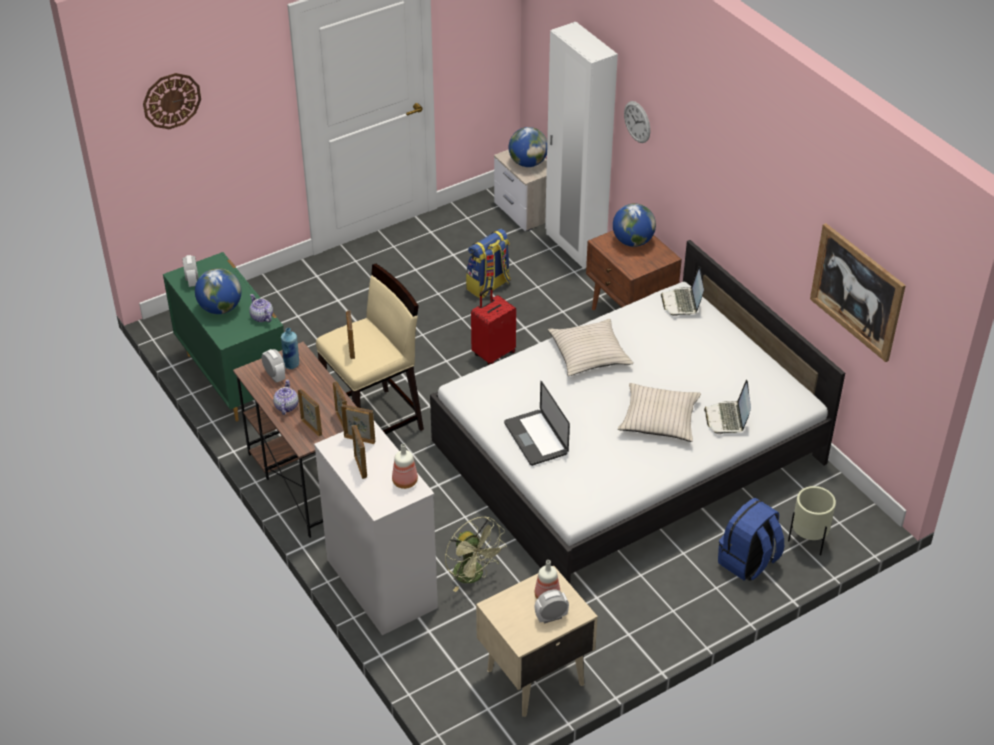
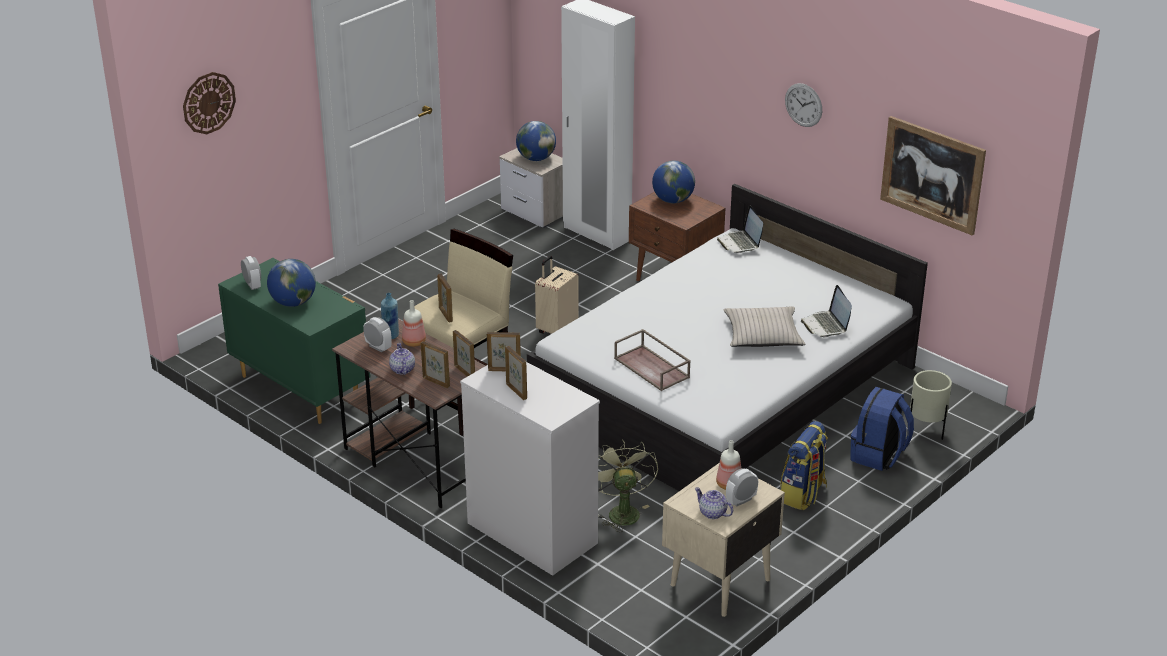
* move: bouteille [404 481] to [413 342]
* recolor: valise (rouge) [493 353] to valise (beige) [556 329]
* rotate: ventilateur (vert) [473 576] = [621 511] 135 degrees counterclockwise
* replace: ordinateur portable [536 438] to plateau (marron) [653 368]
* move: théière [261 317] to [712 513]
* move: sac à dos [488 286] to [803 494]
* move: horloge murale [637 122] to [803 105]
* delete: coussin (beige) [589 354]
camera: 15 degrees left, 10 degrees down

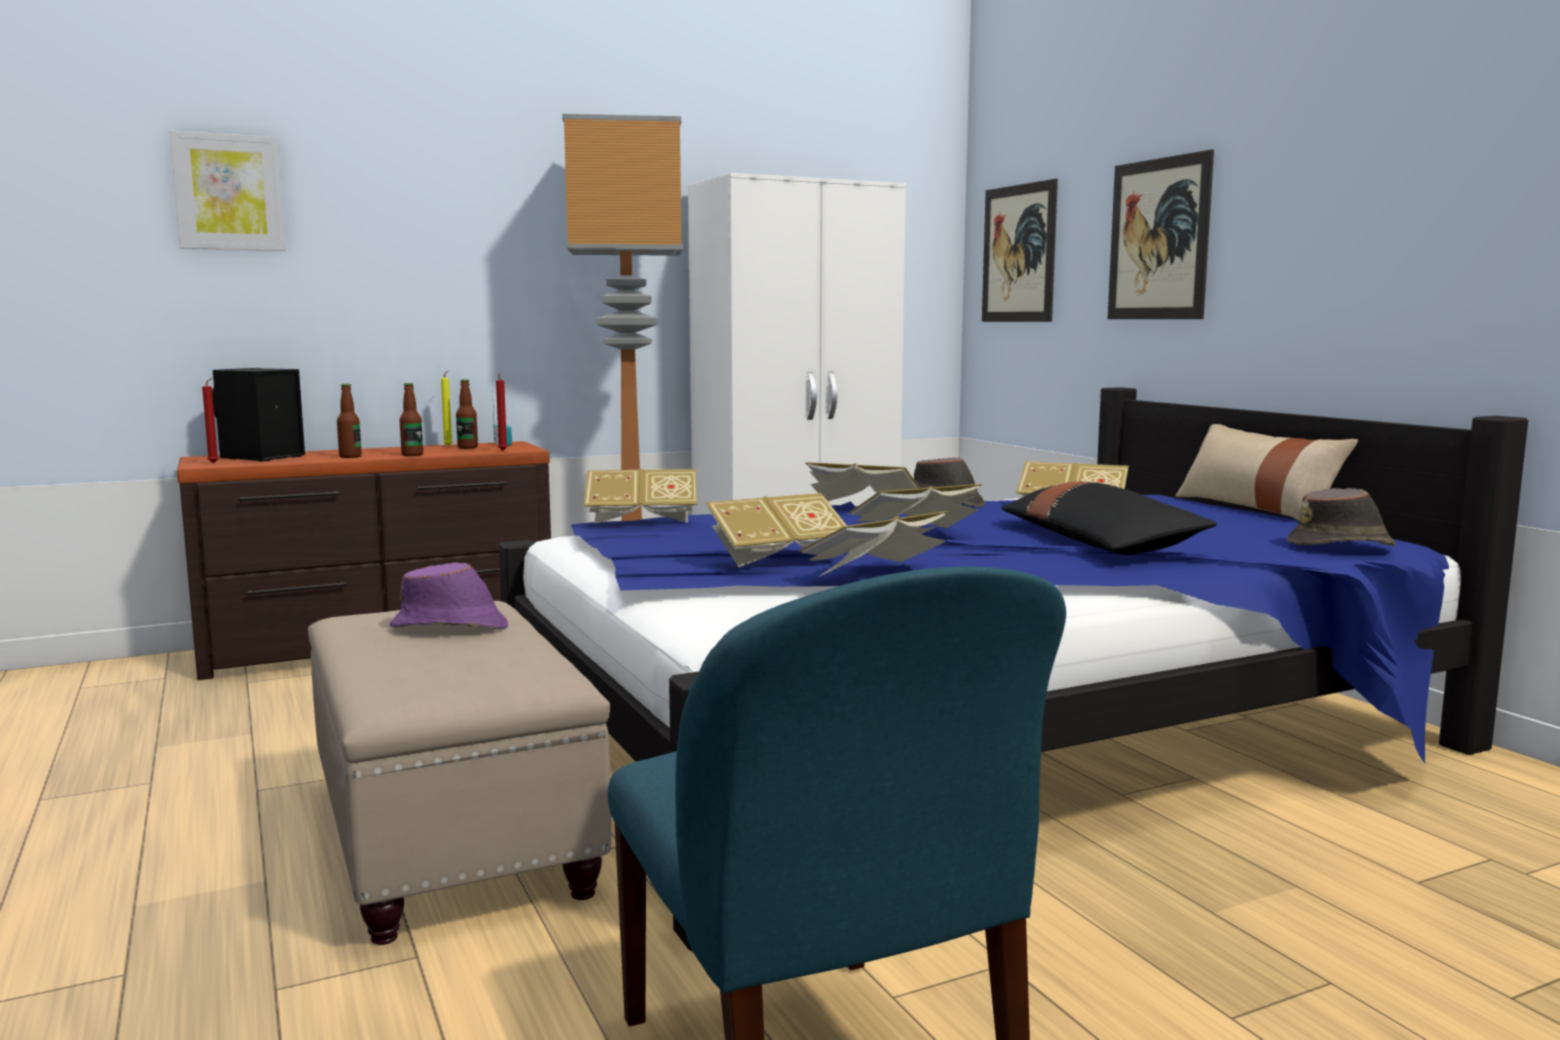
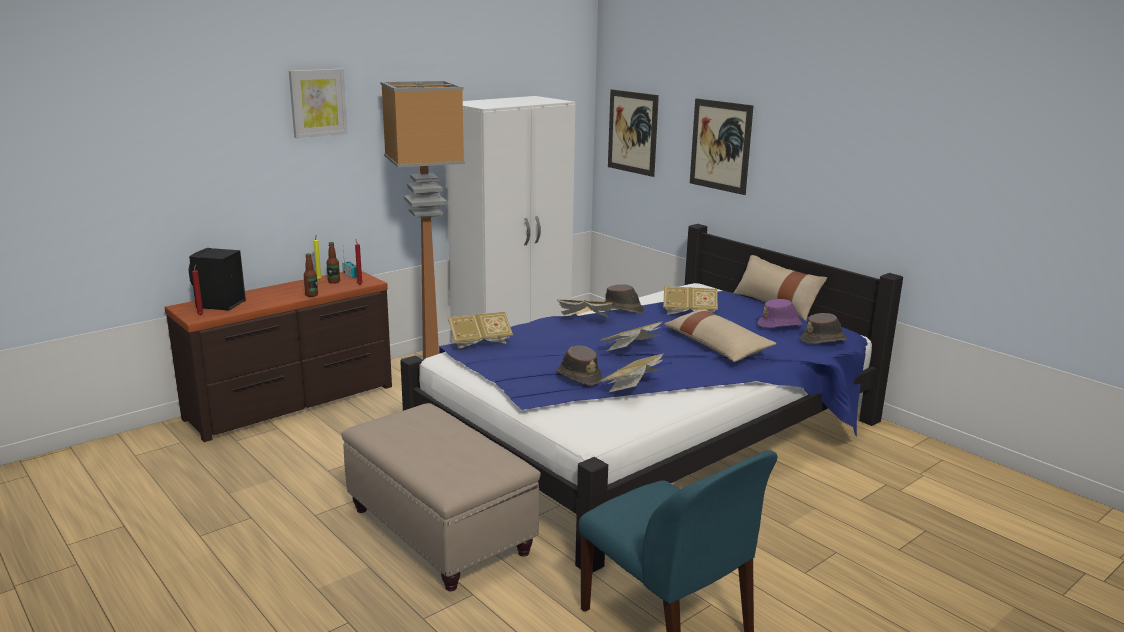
* move: tableau [229 192] to [317 102]
* replace: livre [777 557] to chapeau (marron) [579 376]
* recolor: coussin (noir) [1099 543] to coussin (beige) [717 346]
* move: chapeau (violet) [450 627] to [780 325]
* delete: bouteille [350 457]
camera: 15 degrees left, 10 degrees up

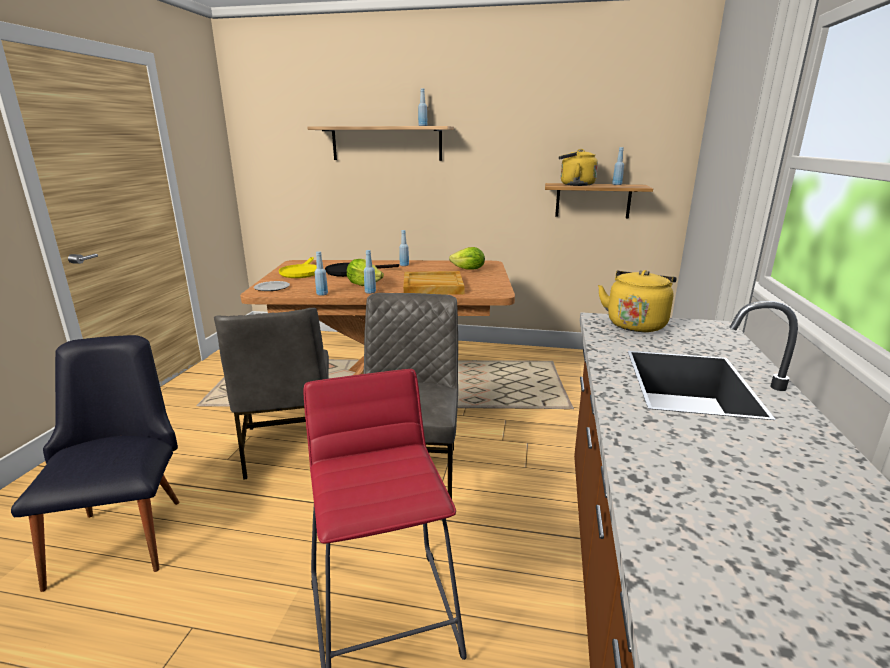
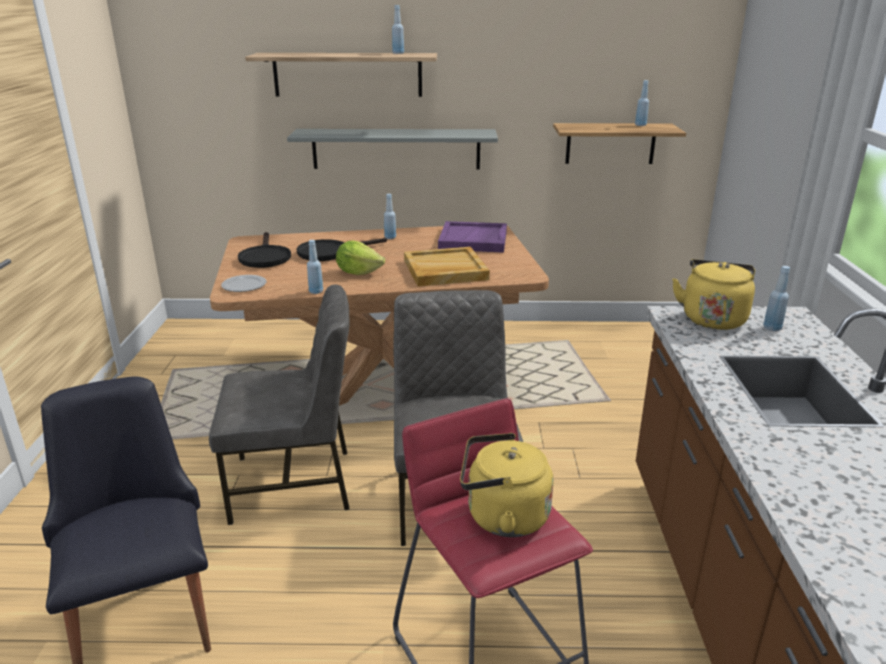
* rotate: chaise (gris) [288 447] = [294 484] 75 degrees counterclockwise
* recolor: poêle (jaune) [301 272] to poêle (noir) [265 257]
* insert: étagère (gris) [396 149]
* replace: laitue [468 269] to plateau (violet) [474 240]
* move: bouilloire (jaune) [574 185] to [502 516]
* move: bouteille (bleu) [370 292] to [772 328]
camera: 10 degrees left, 5 degrees up

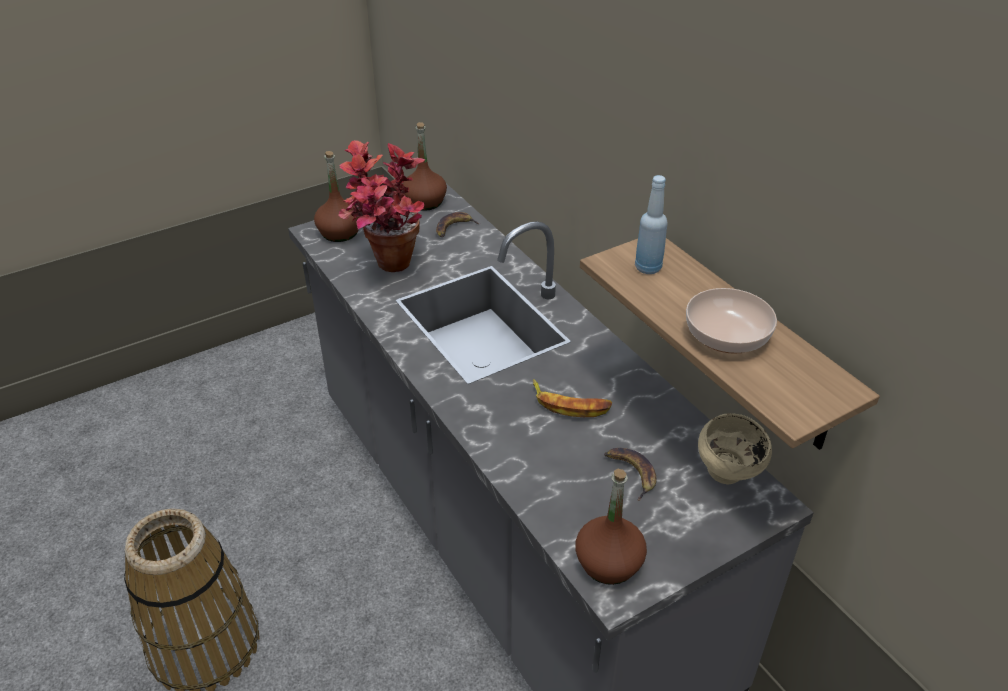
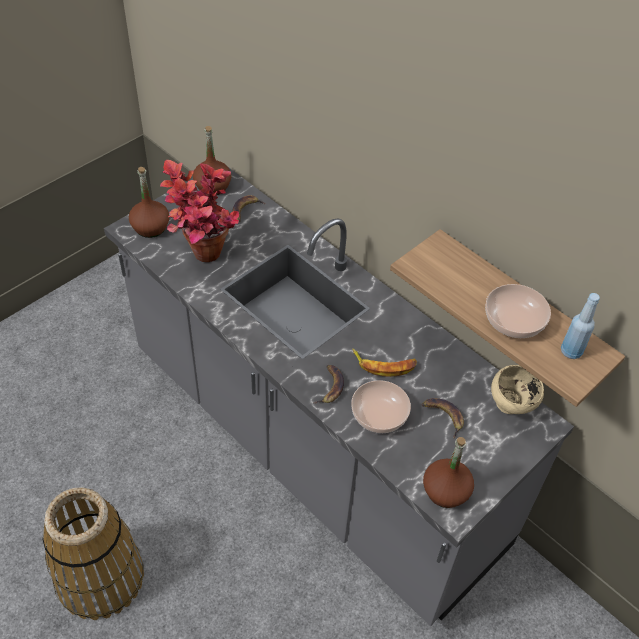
* insert: banane [330 386]
* insert: bol [378 414]
* move: bouteille (bleu) [648 268] to [571 351]
camera: 15 degrees left, 10 degrees up

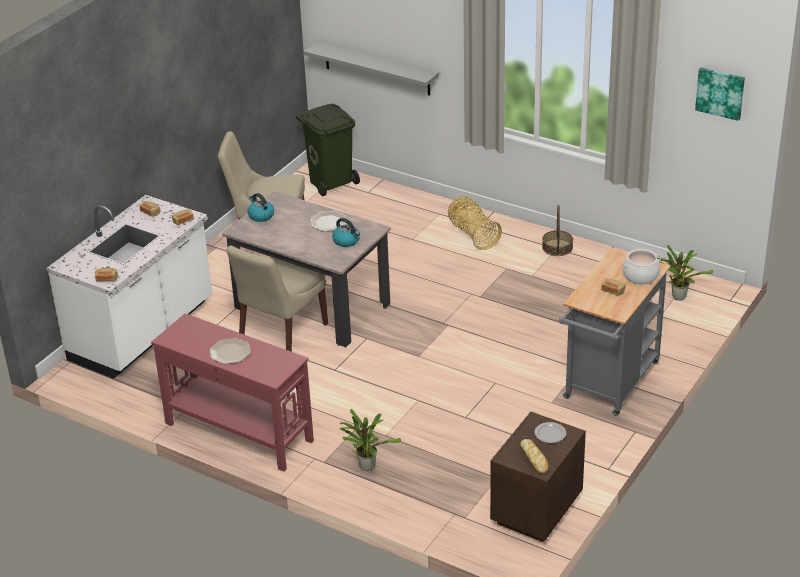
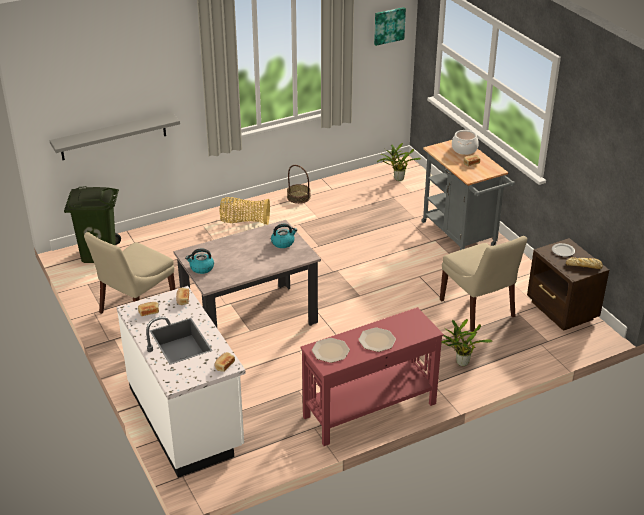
* move: assiette [328 222] to [330 351]
* move: chaise (beige) [281 334] to [478 310]
camera: 60 degrees left, 0 degrees up

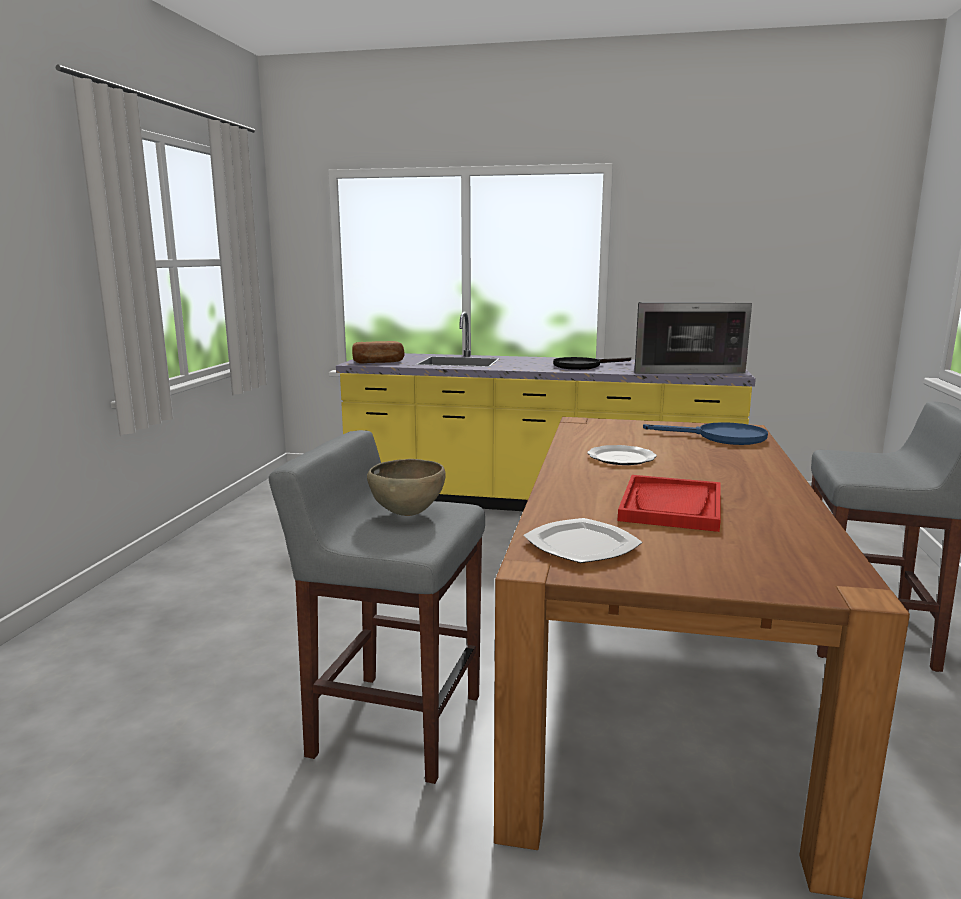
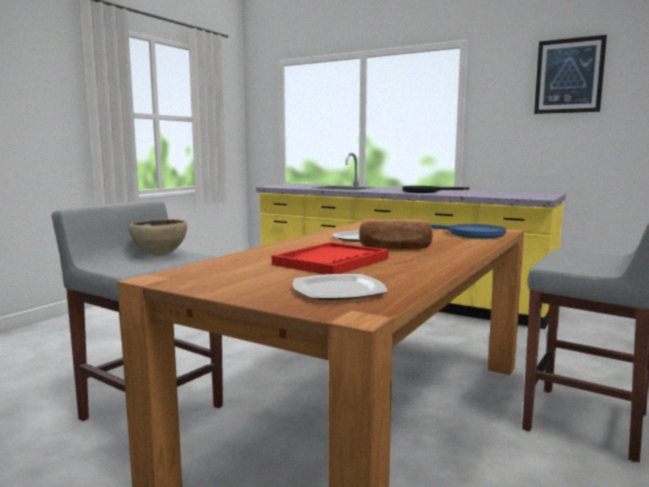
* move: assiette [581 544] to [339 290]
* move: pain [378 362] to [395 247]
* insert: tableau [569 76]
* delete: micro-ondes [682 369]
camera: 20 degrees right, 5 degrees down

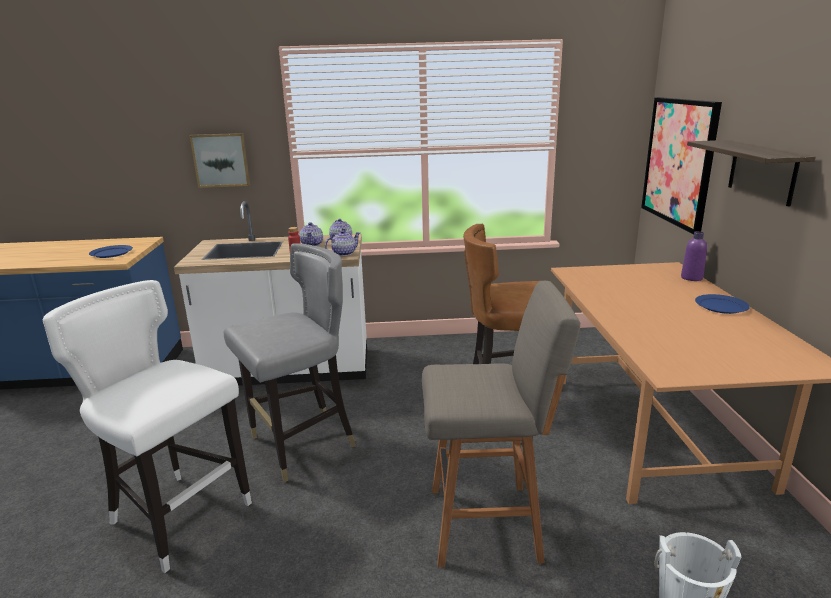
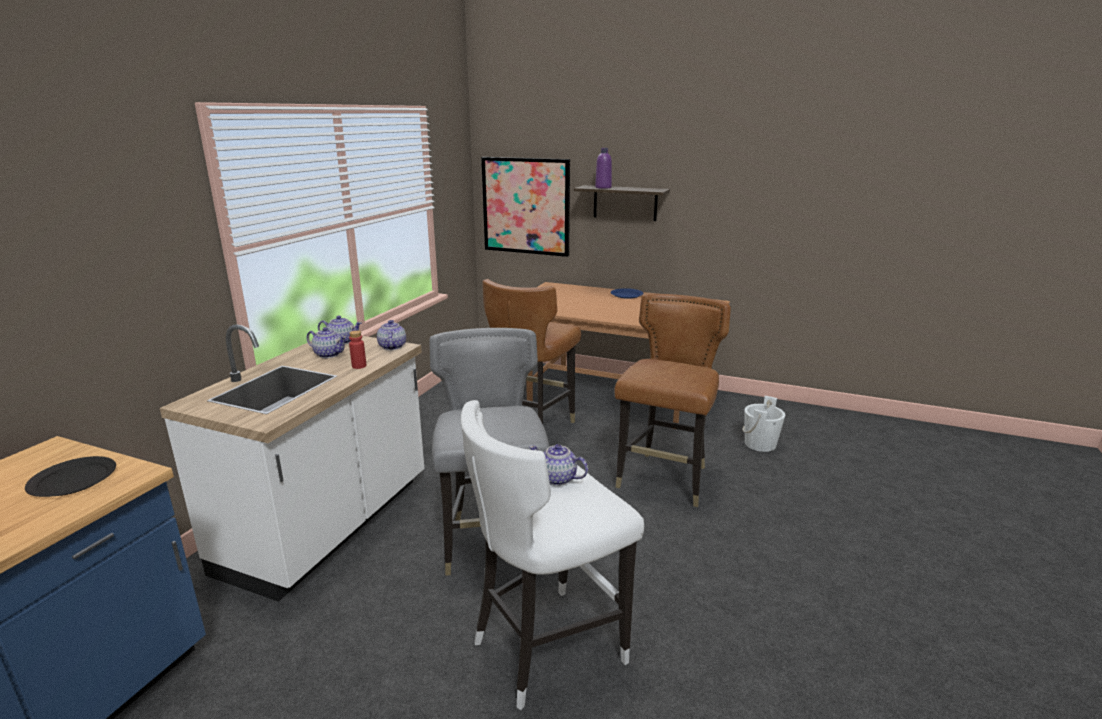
* recolor: assiette (bleu) [112 253] to assiette (noir) [73 479]
* insert: théière [557 478]
* move: bouteille (violet) [691 278] to [603 187]
* replace: tabouret (gris) [489 523] to chaise (marron) [665 480]
* delete: tableau [221 160]
camera: 65 degrees left, 0 degrees up

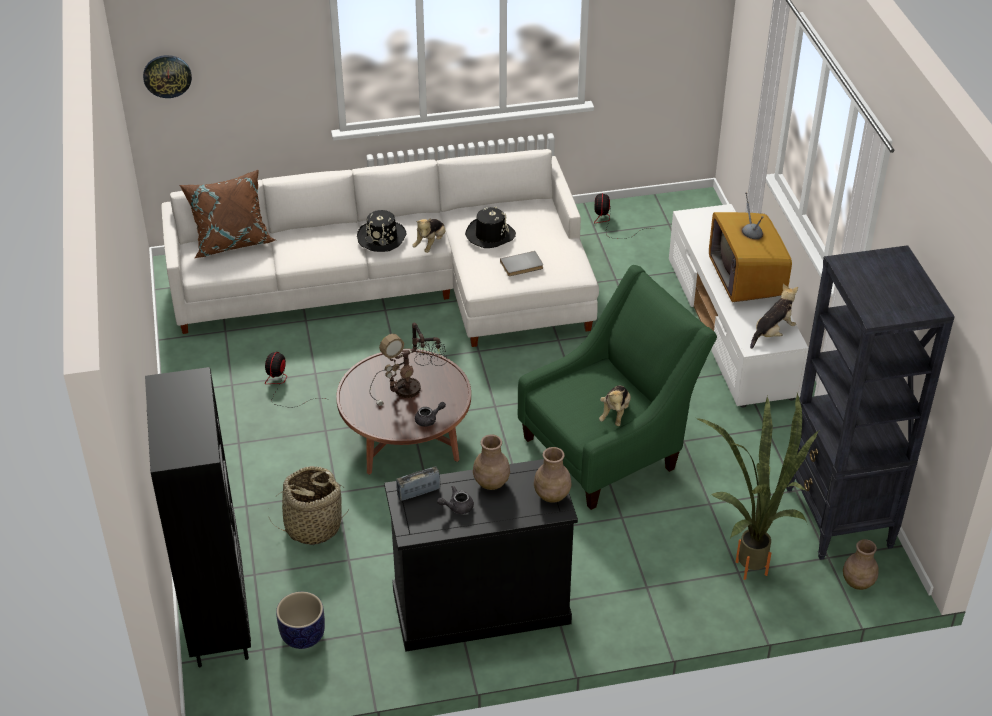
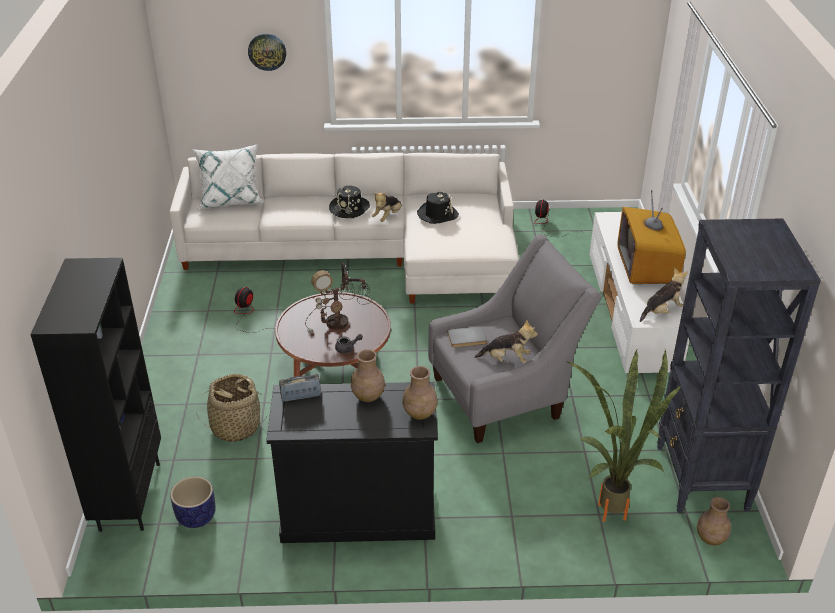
* recolor: coussin (marron) [231 240] to coussin (blanc) [231 199]
* move: horloge murale [167 75] to [267 51]
* recolor: fauteuil (vert) [609 449] to fauteuil (gris) [505 395]
* move: livre (gris) [522 266] to [467 339]
* rotate: peluche [615 413] = [506 359] 105 degrees counterclockwise
* delete: théière (gris) [457 507]
camera: 10 degrees right, 5 degrees down

